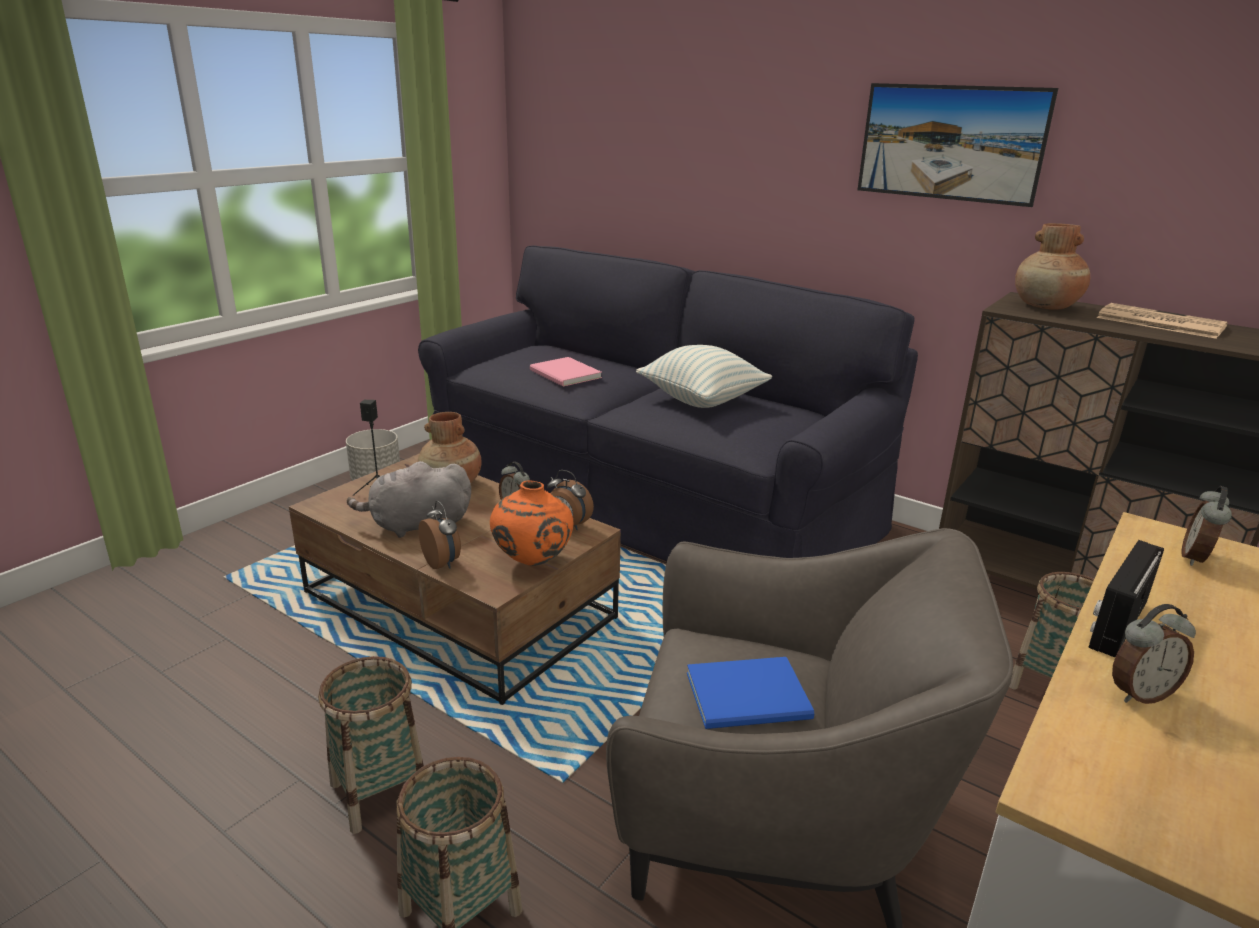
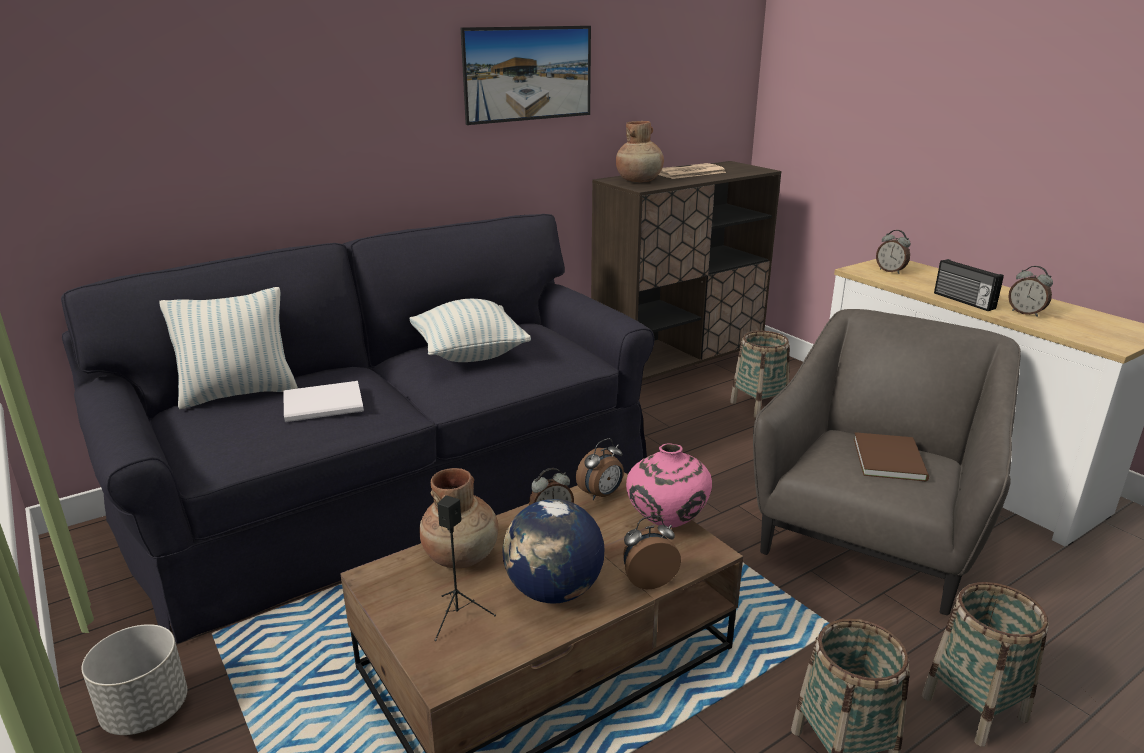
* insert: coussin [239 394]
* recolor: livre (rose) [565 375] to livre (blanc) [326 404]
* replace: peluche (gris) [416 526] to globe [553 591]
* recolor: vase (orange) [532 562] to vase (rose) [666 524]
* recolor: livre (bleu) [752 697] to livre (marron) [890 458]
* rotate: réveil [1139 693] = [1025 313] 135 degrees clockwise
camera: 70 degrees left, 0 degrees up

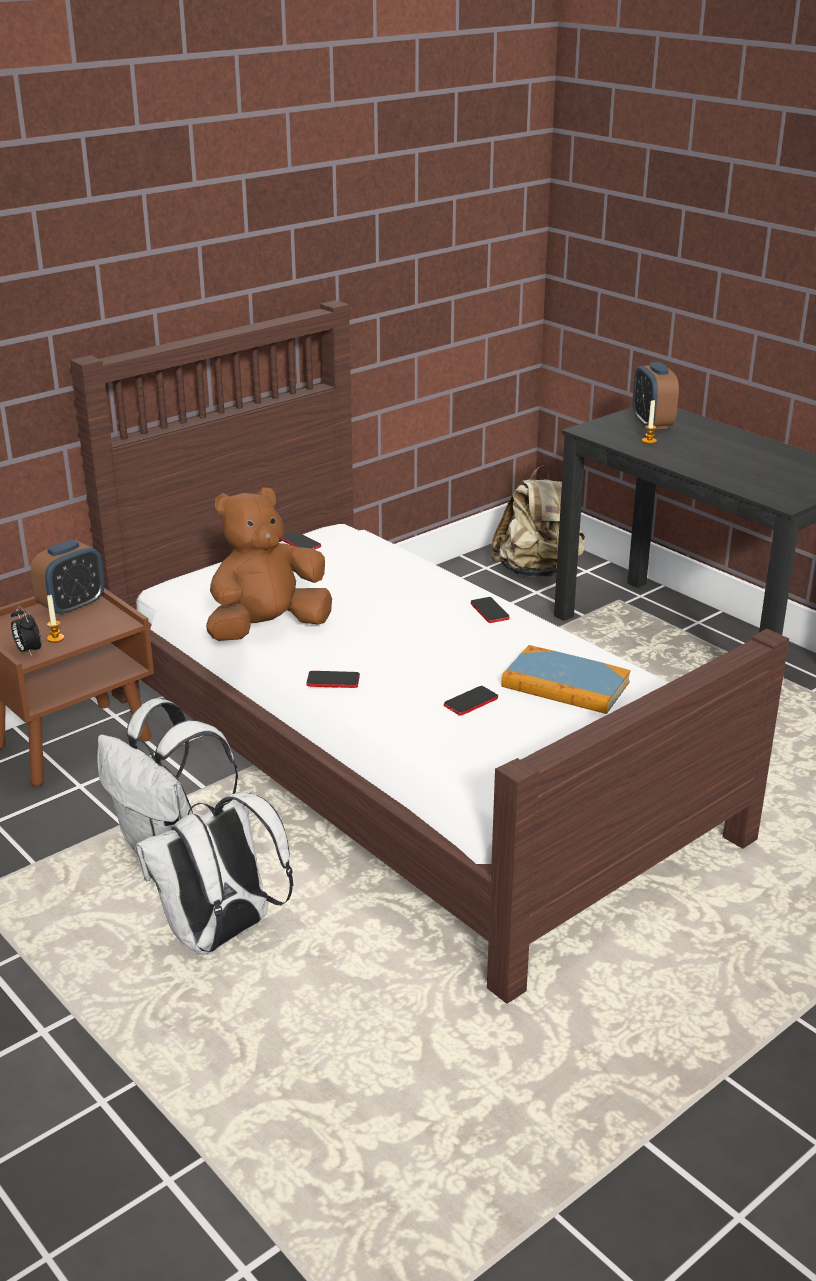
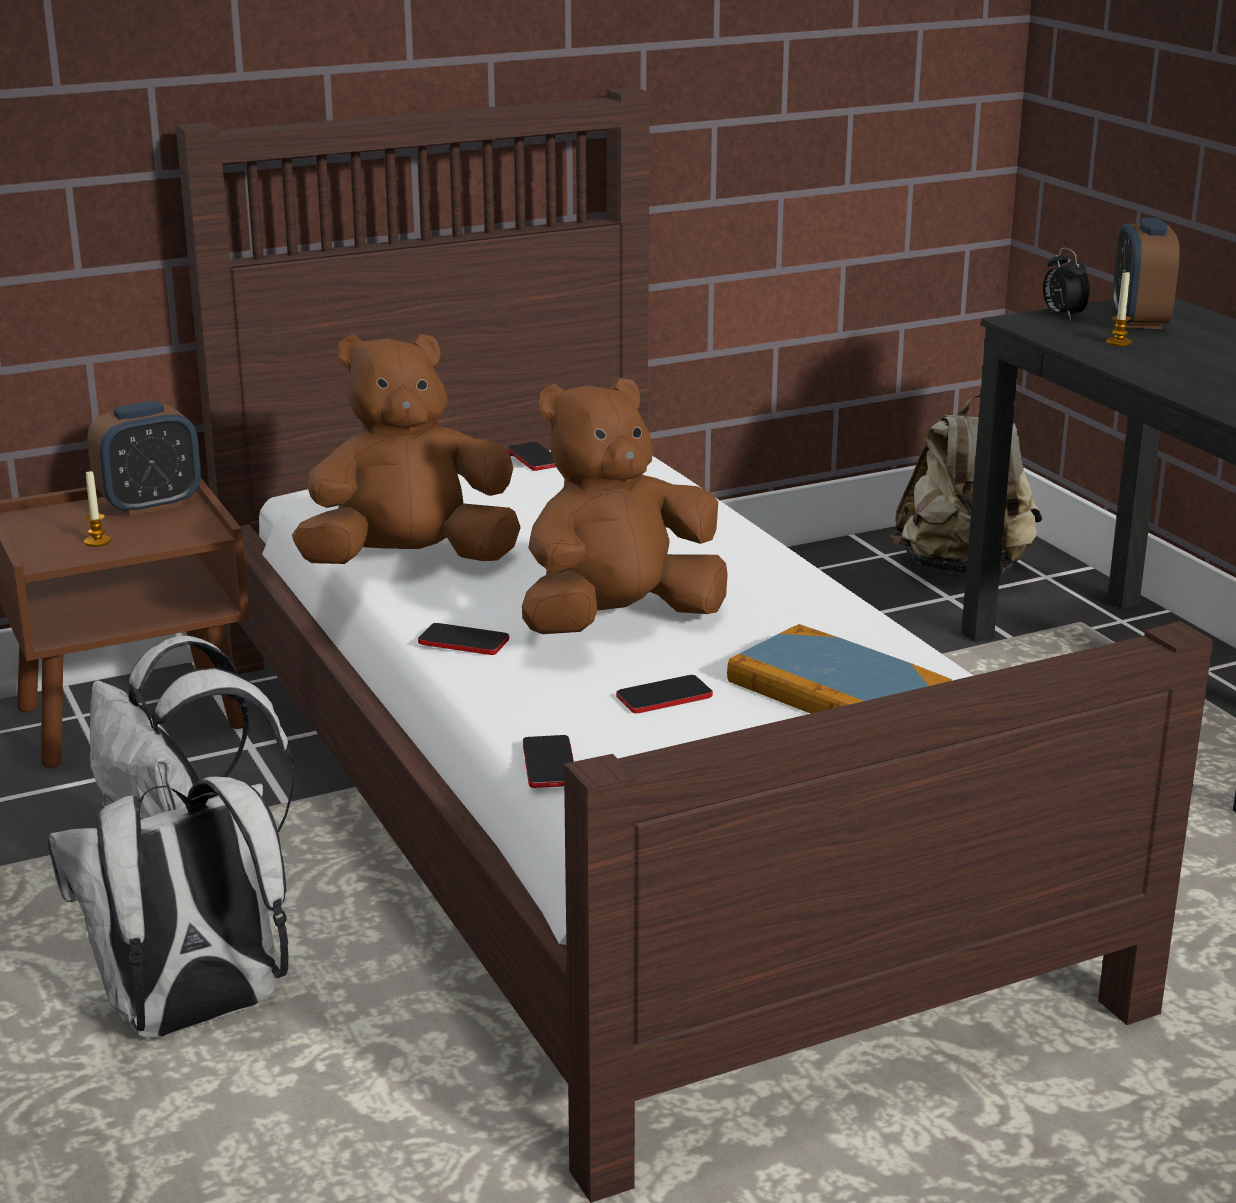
* insert: peluche (marron) [618 622]
* move: téléphone [489 611] to [549 763]
* move: réveil [28 651] to [1062 315]
camera: 15 degrees right, 5 degrees down

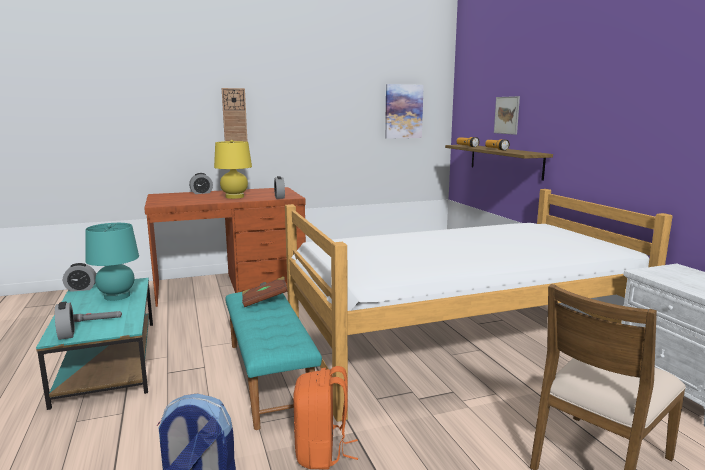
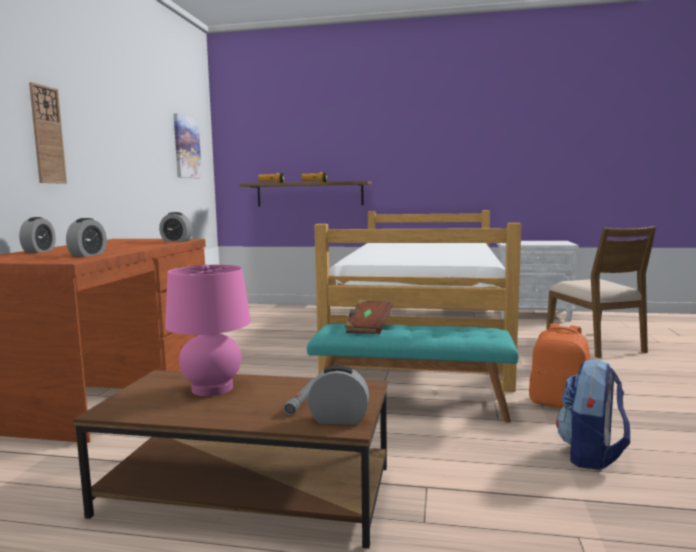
* move: réveil [81 289] to [88 255]
* recolor: table basse (turquoise) [108 360] to table basse (marron) [246 491]
* recolor: lampe de table (turquoise) [117 296] to lampe de table (rose) [212 388]
* delete: lampe de table (jaune) [234 197]
* delete: tableau [507 115]
camera: 60 degrees left, 5 degrees down

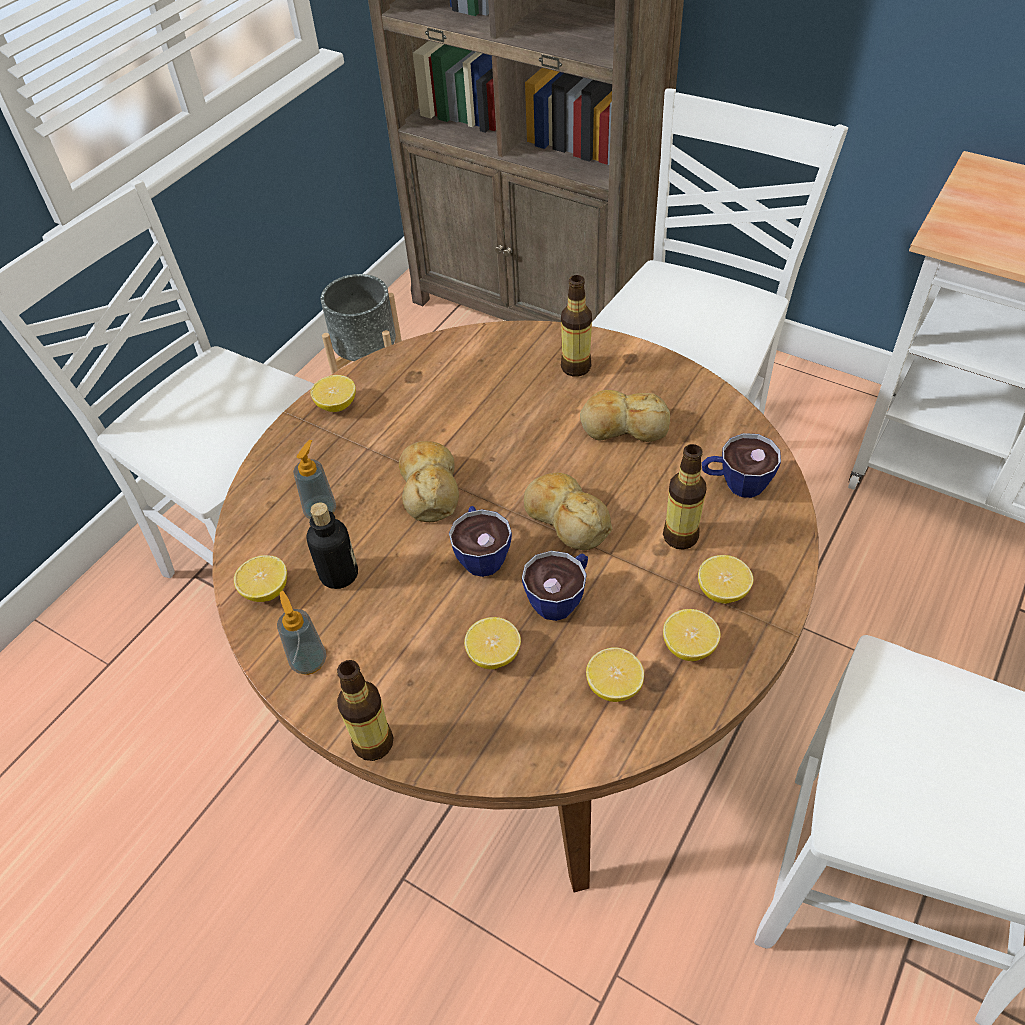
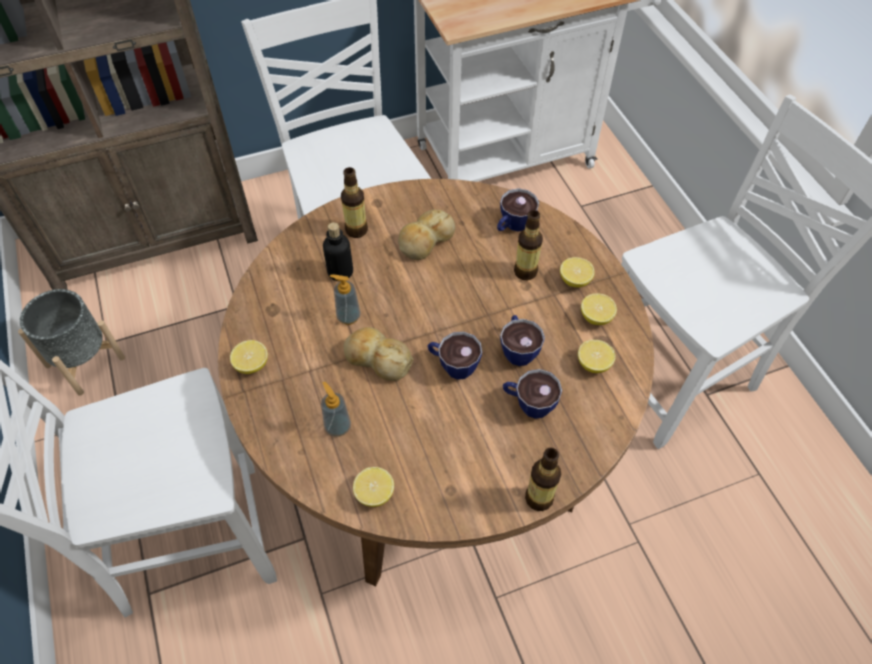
* move: bouteille [339 574] to [340 272]
* move: distributeur de savon [308 661] to [348 316]
* replace: citron [493 654] to tasse [528 403]
* delete: pain [566 519]
camera: 55 degrees left, 5 degrees up

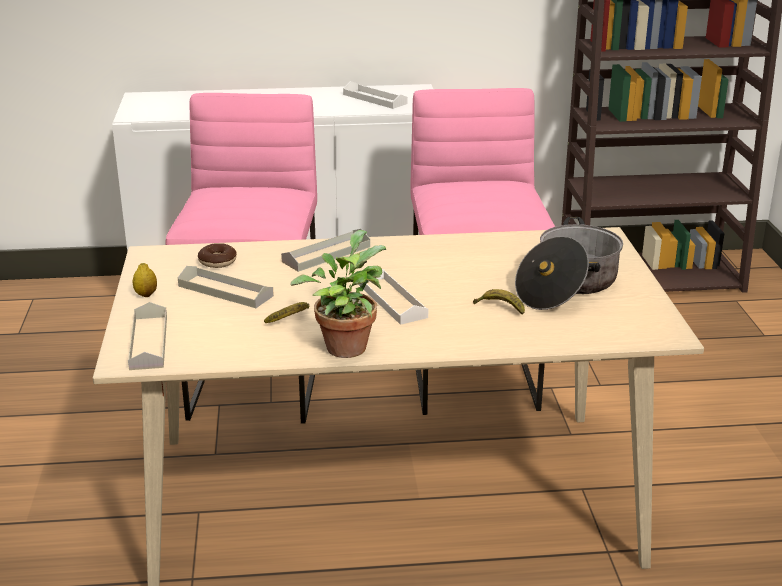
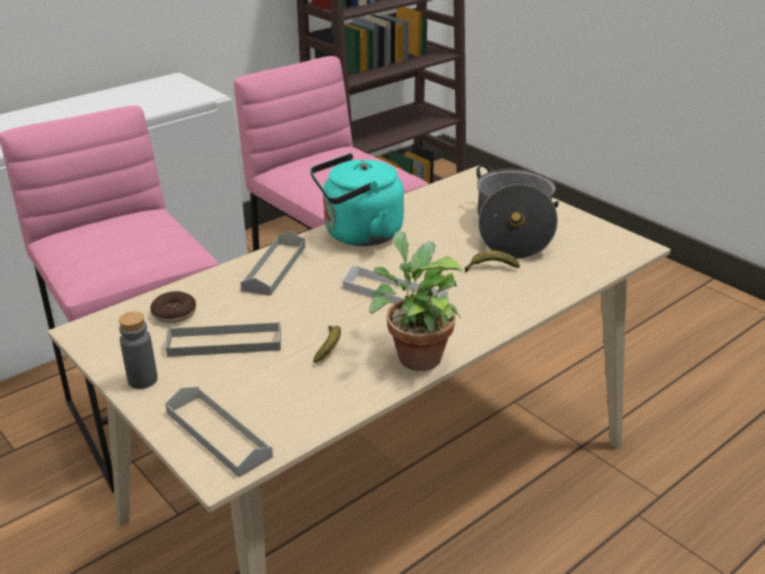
* replace: citron [146 294] to bouteille (gris) [142 380]
* insert: bouilloire (turquoise) [358 235]
* delete: plateau (blanc) [375 99]
camera: 35 degrees left, 5 degrees up

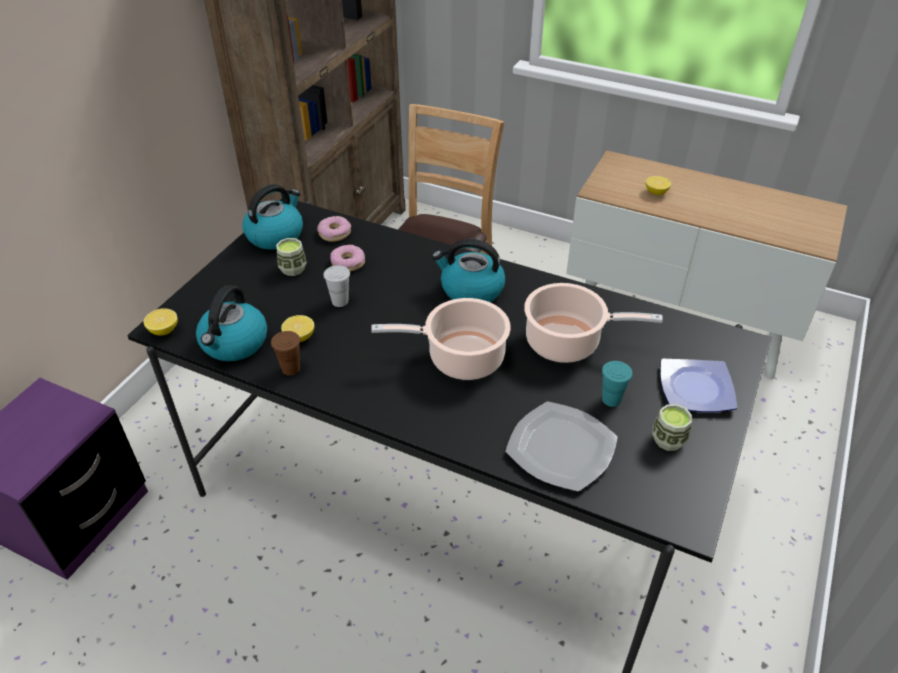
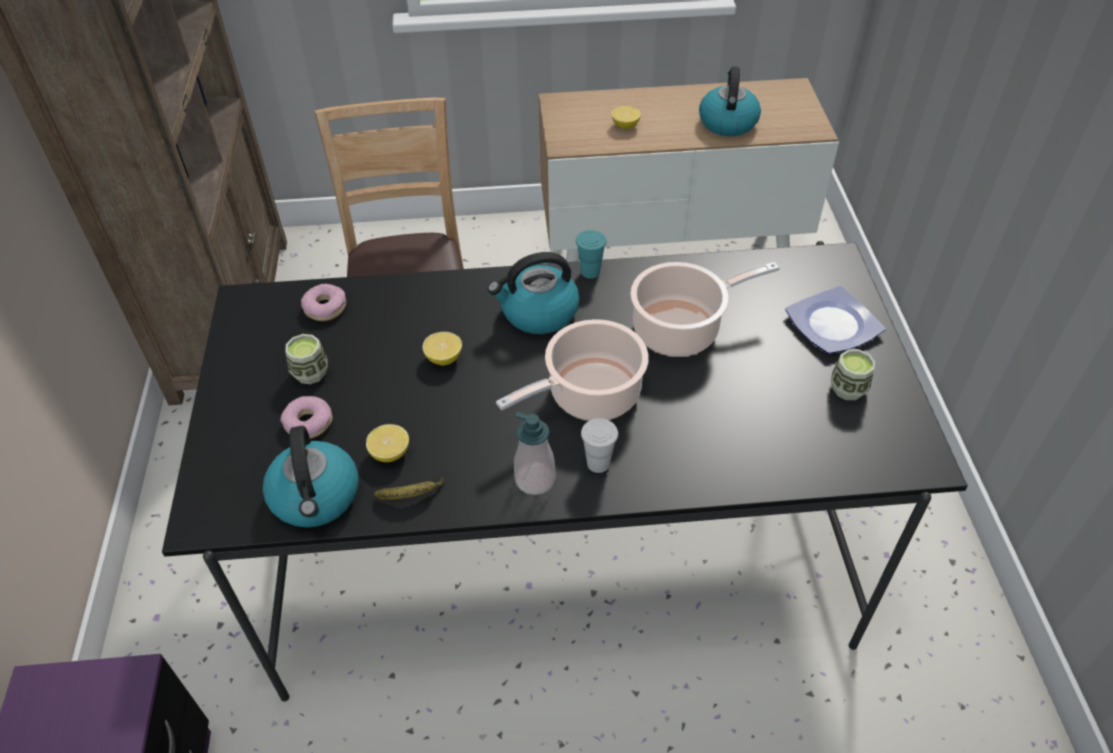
* move: beignet [348 263] to [308 422]
* replace: tasse (marron) [291 369] to banane [412 495]
* move: citron [164 330] to [444 358]
* insert: distributeur de savon [535 479]
* move: tasse (turquoise) [611 399] to [590 272]
* move: tasse (blanc) [340 301] to [598 463]
* move: bouilloire [275 235] to [727 122]
* delete: assiette [562 448]
camera: 30 degrees left, 5 degrees up

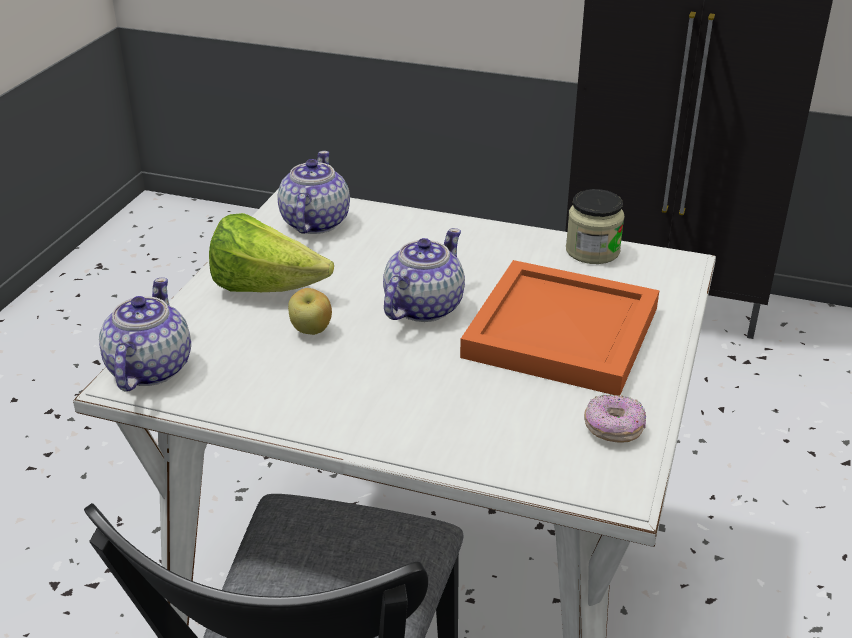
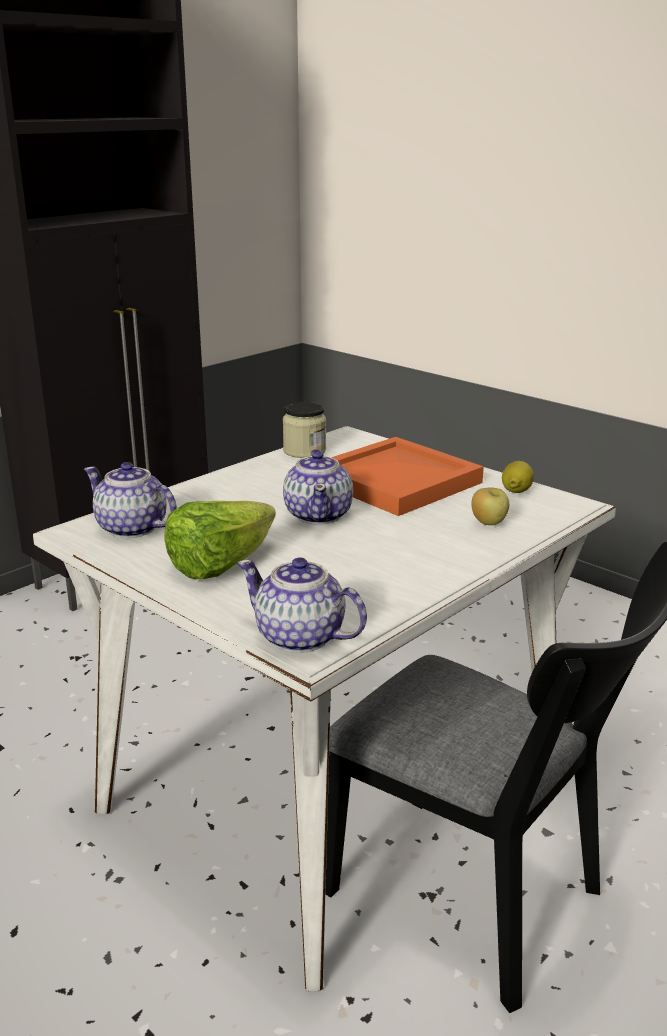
* rotate: théière [422 307] = [319 514] 150 degrees counterclockwise
* move: pomme [311 330] to [489 523]
* replace: beignet [613 429] to citron [515 492]
camera: 65 degrees left, 10 degrees down

